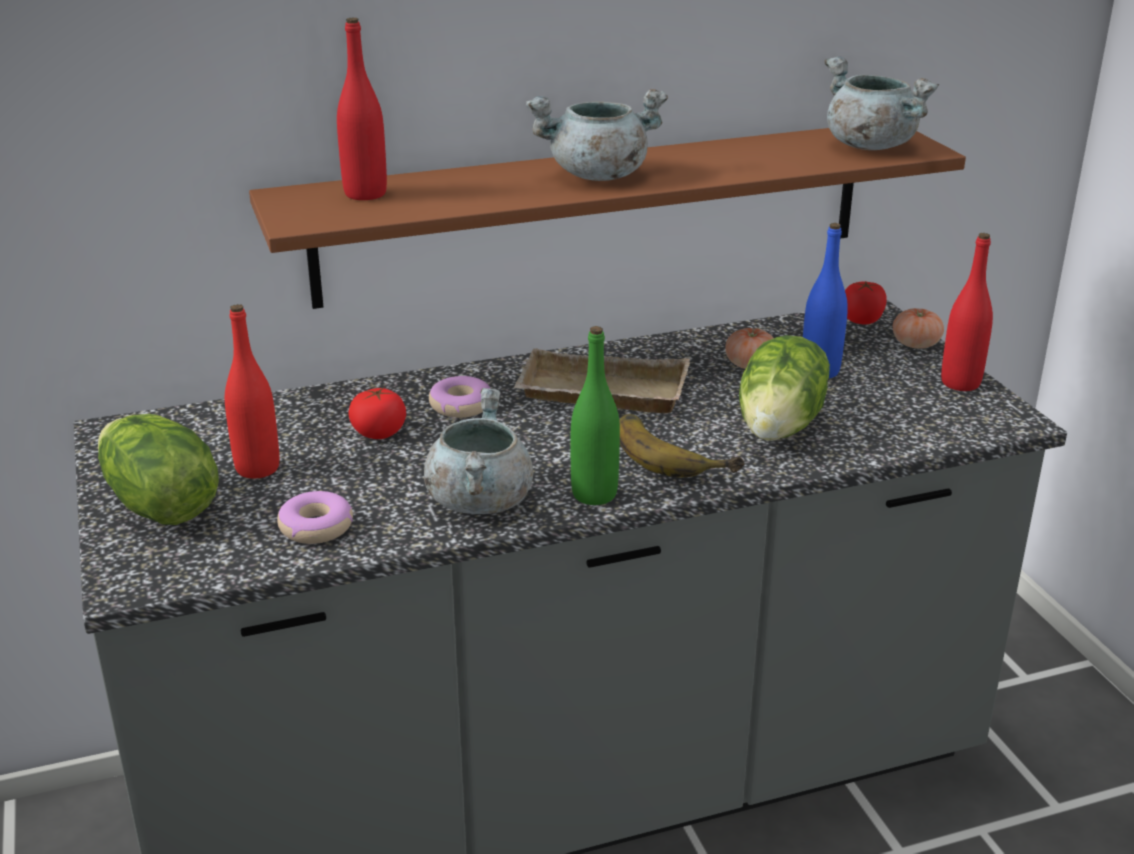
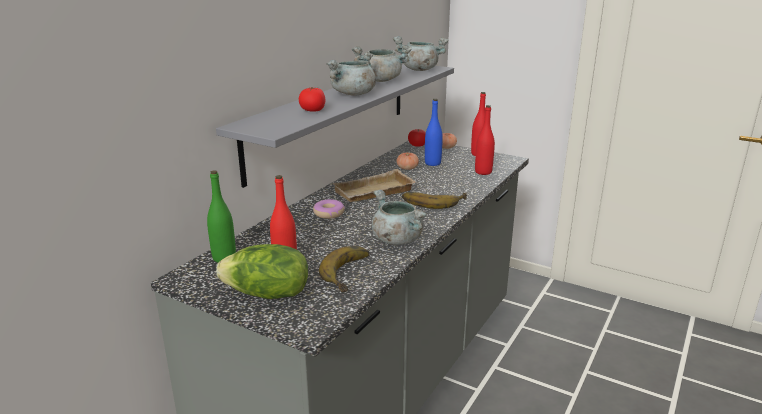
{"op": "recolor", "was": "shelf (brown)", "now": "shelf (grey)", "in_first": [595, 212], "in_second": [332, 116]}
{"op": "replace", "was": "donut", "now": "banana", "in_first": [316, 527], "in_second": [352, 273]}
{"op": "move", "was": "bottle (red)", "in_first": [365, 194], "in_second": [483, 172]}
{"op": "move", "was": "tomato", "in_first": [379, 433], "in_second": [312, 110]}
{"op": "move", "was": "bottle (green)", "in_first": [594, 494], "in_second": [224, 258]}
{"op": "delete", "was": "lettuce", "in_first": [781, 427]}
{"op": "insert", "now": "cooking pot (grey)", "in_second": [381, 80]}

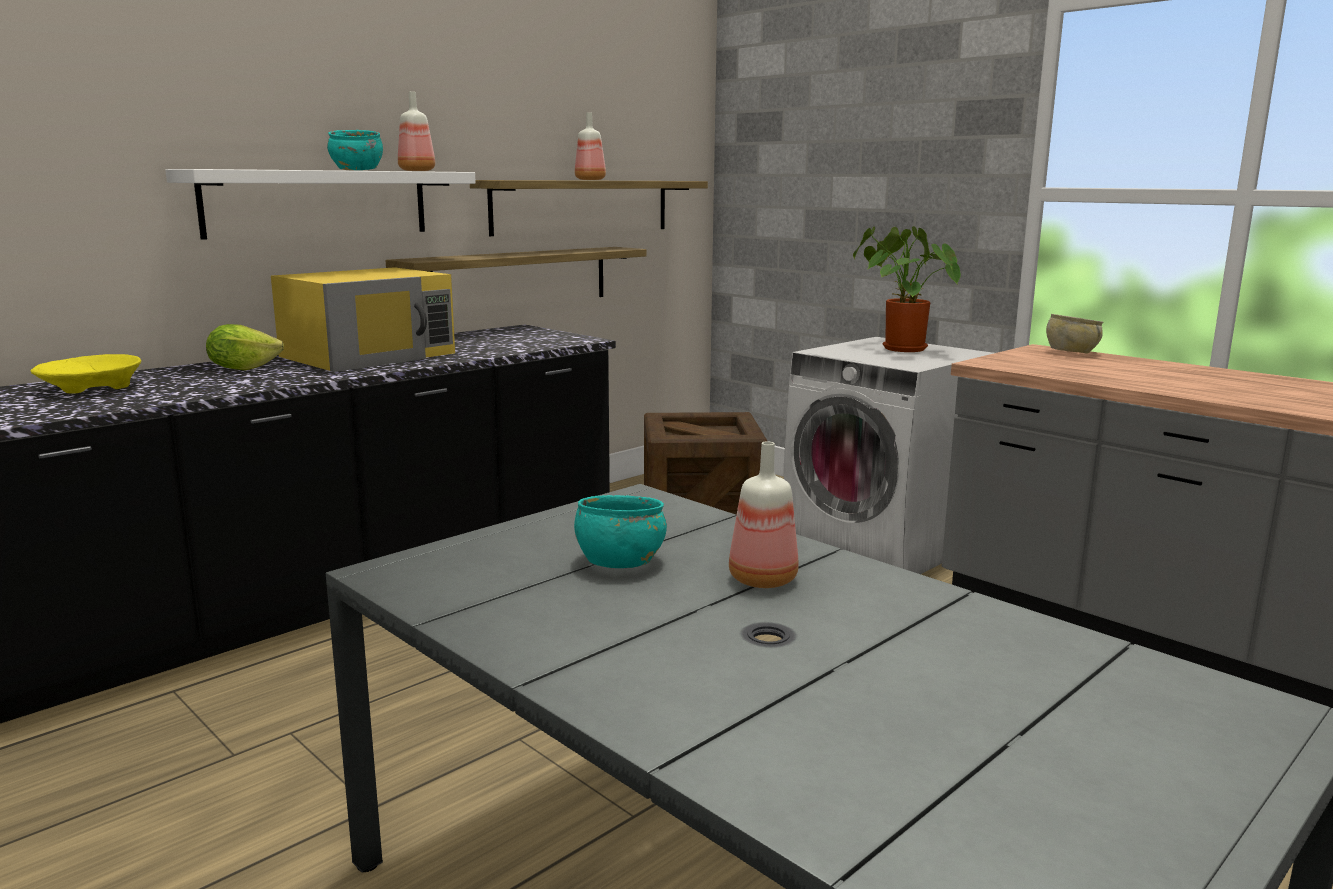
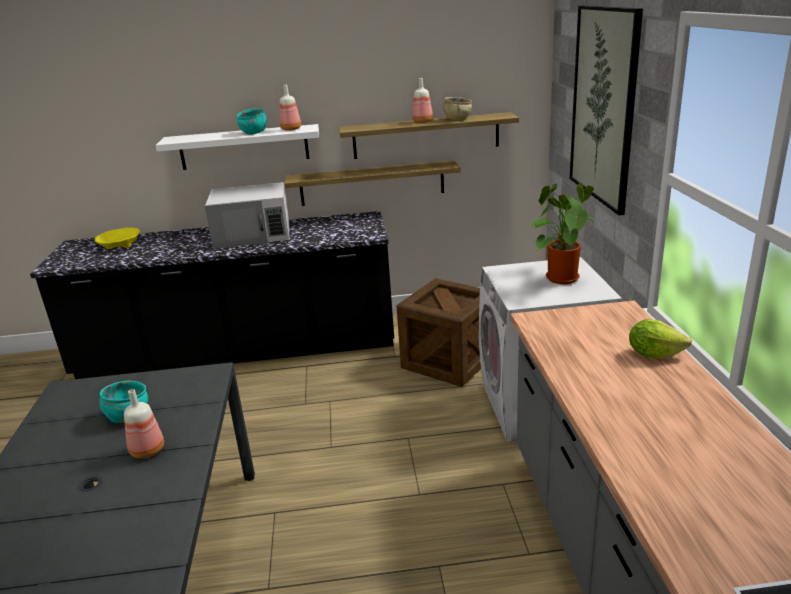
{"op": "move", "was": "lettuce", "in_first": [242, 368], "in_second": [654, 354]}
{"op": "recolor", "was": "microwave (yellow)", "now": "microwave (white)", "in_first": [370, 355], "in_second": [253, 234]}
{"op": "move", "was": "bowl (beige)", "in_first": [1071, 352], "in_second": [457, 119]}
{"op": "insert", "now": "picture", "in_second": [603, 106]}

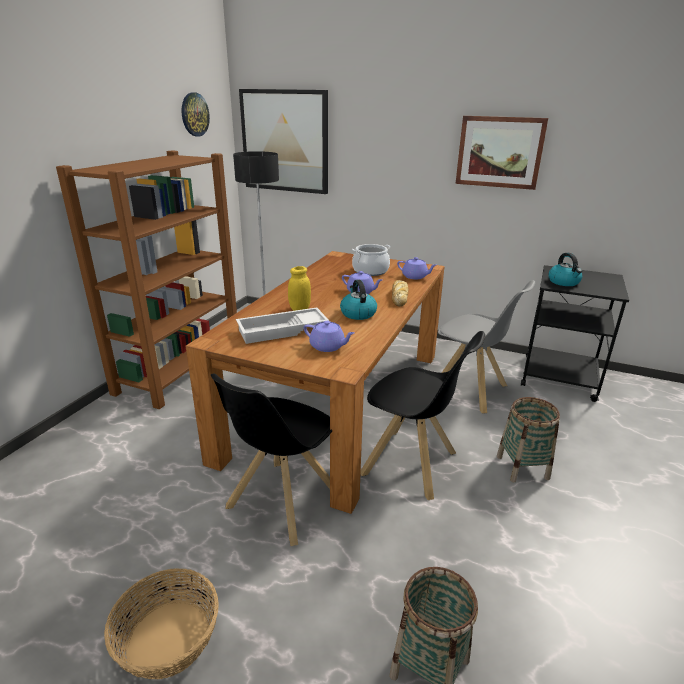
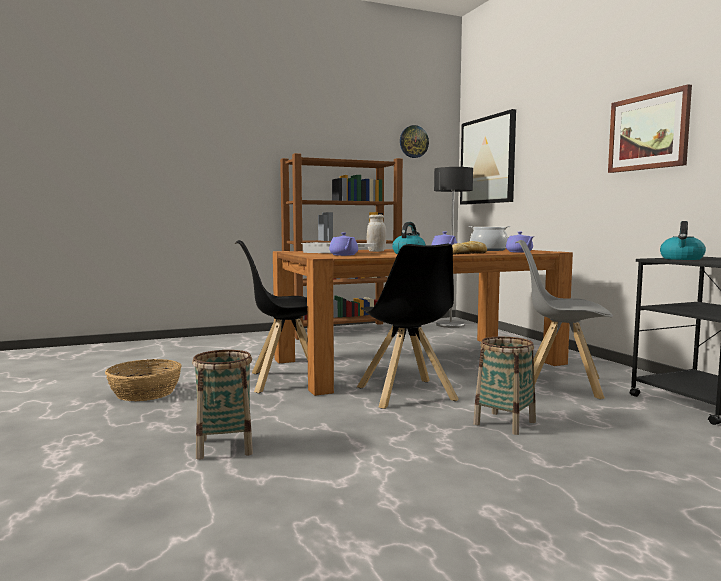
{"op": "recolor", "was": "jar (yellow)", "now": "jar (white)", "in_first": [300, 309], "in_second": [376, 251]}
{"op": "rotate", "was": "chair (grey)", "in_first": [470, 390], "in_second": [559, 384], "clockwise": 120}

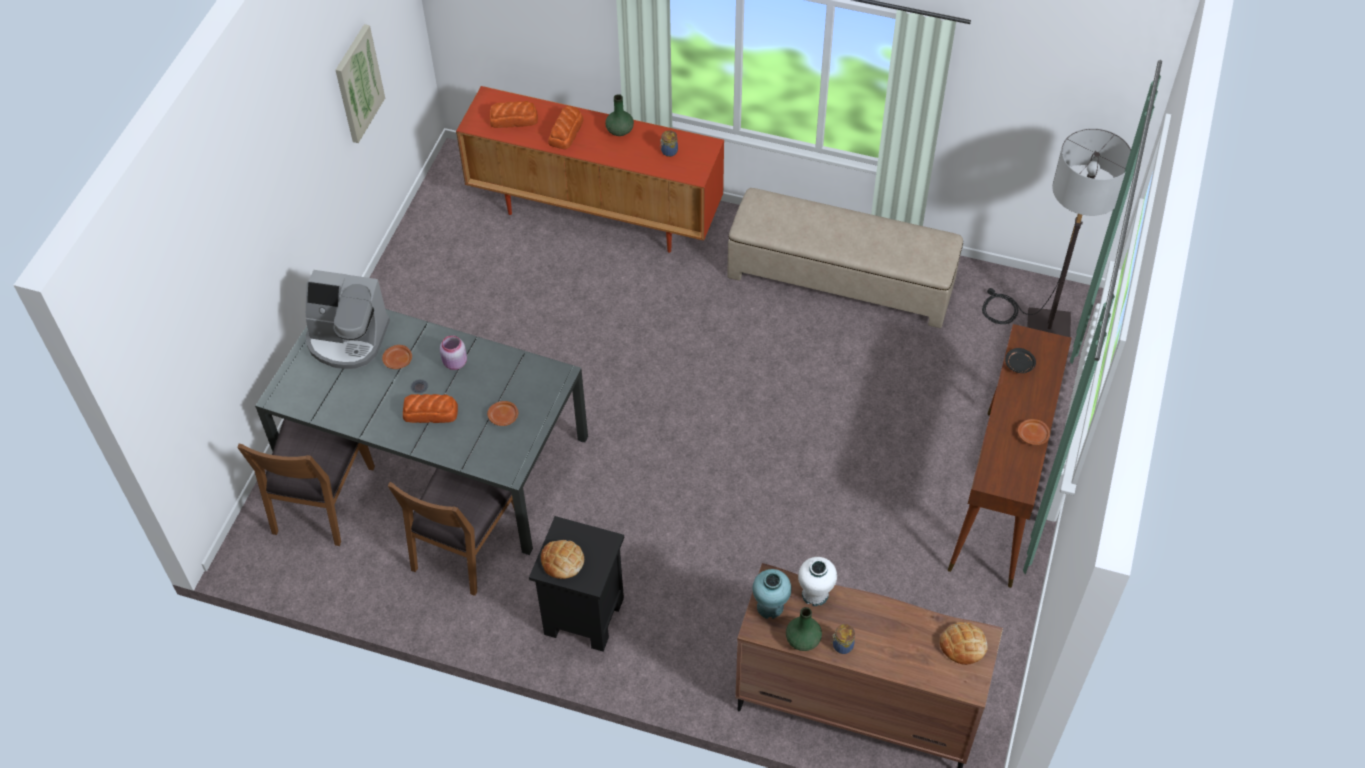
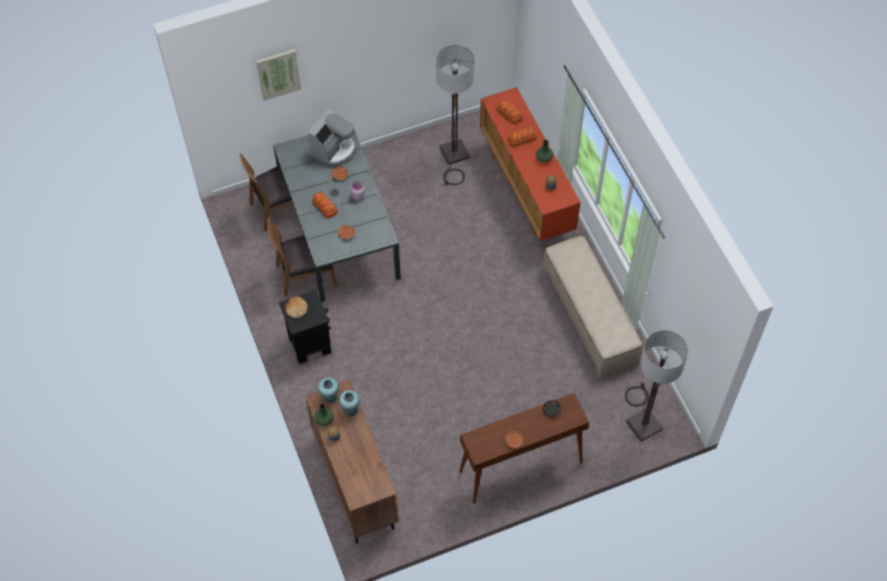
{"op": "rotate", "was": "coffee machine", "in_first": [347, 339], "in_second": [334, 149], "clockwise": -120}
{"op": "move", "was": "picture", "in_first": [358, 83], "in_second": [278, 73]}
{"op": "recolor", "was": "vase (white)", "now": "vase (turquoise)", "in_first": [815, 594], "in_second": [351, 409]}
{"op": "delete", "was": "bread", "in_first": [963, 645]}
{"op": "insert", "now": "floor lamp", "in_second": [454, 160]}

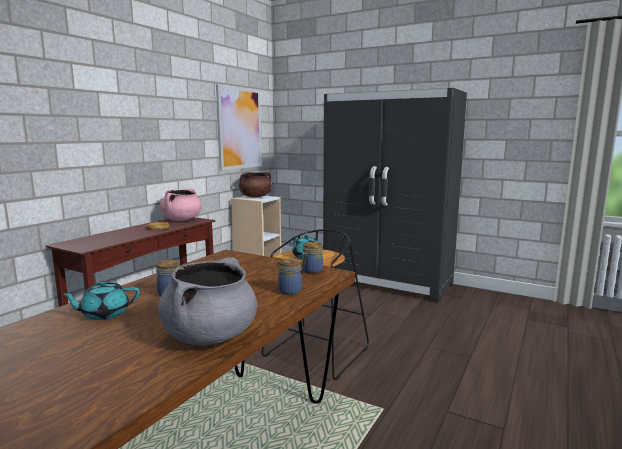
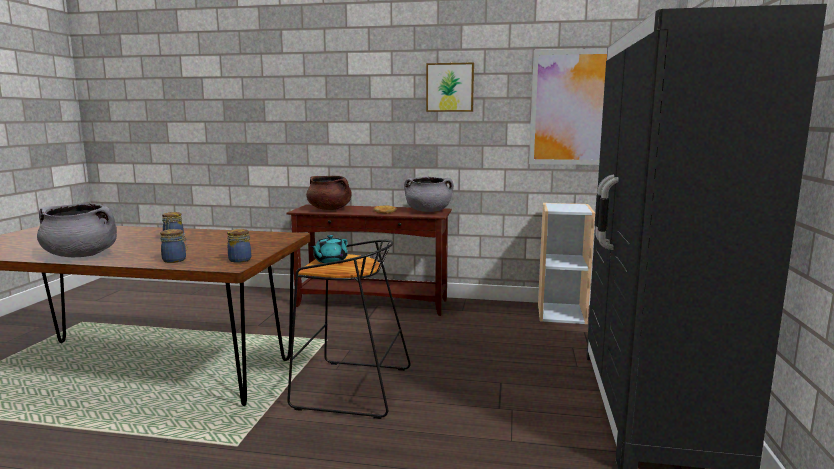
{"op": "delete", "was": "teapot (turquoise)", "in_first": [104, 314]}
{"op": "recolor", "was": "cooking pot (pink)", "now": "cooking pot (grey)", "in_first": [182, 220], "in_second": [428, 211]}
{"op": "move", "was": "cooking pot (brown)", "in_first": [255, 196], "in_second": [330, 209]}
{"op": "insert", "now": "picture", "in_second": [450, 87]}

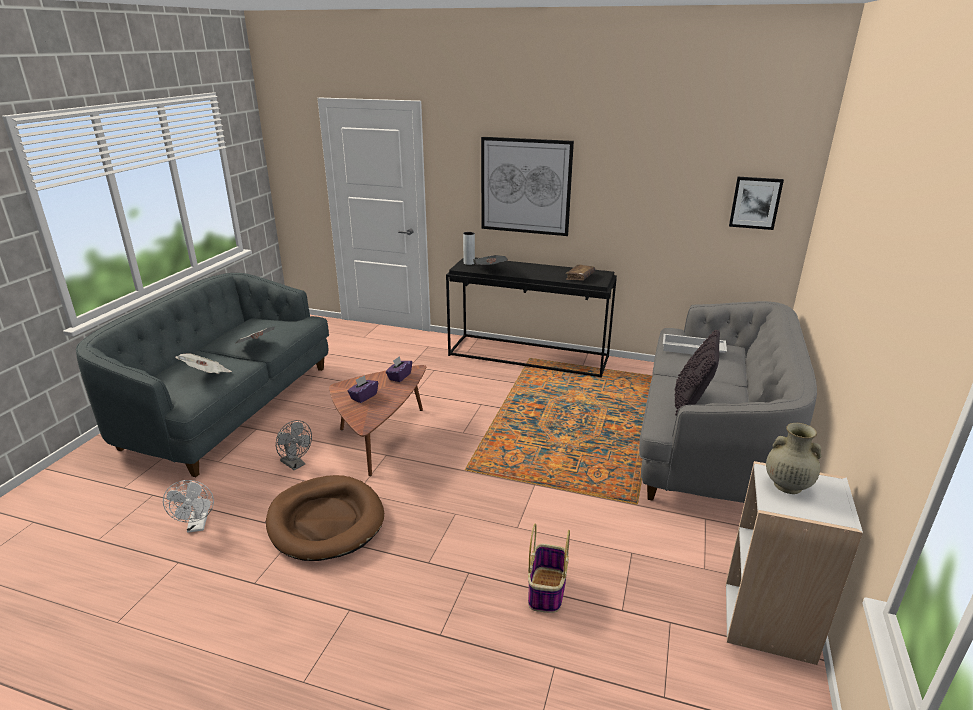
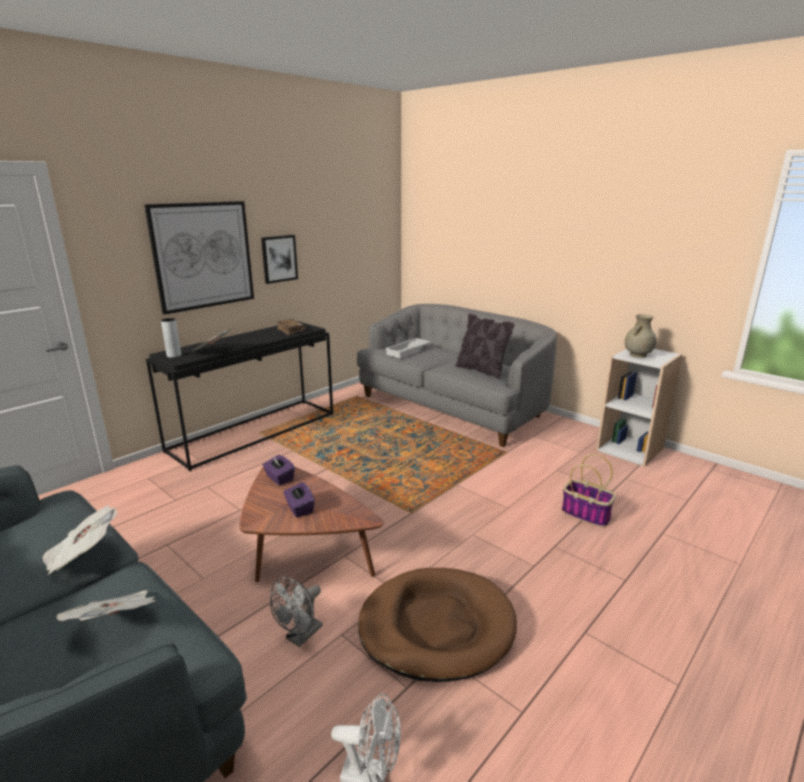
{"op": "rotate", "was": "fan (grey)", "in_first": [295, 464], "in_second": [300, 637], "clockwise": 150}
{"op": "move", "was": "picture", "in_first": [755, 203], "in_second": [279, 258]}

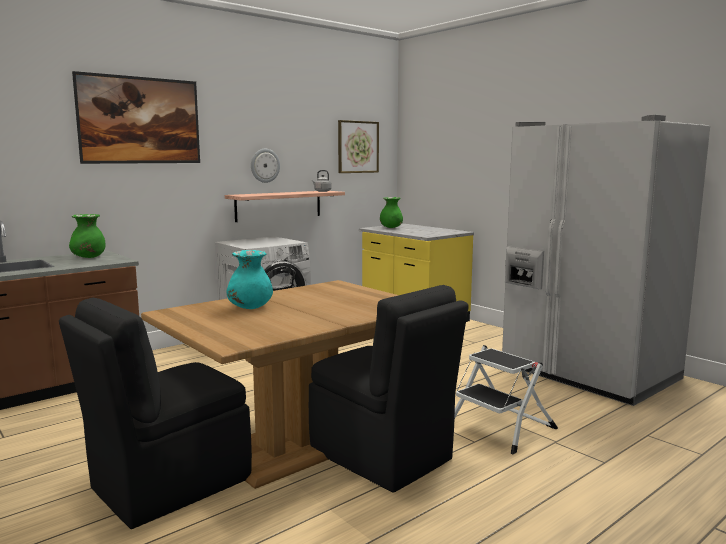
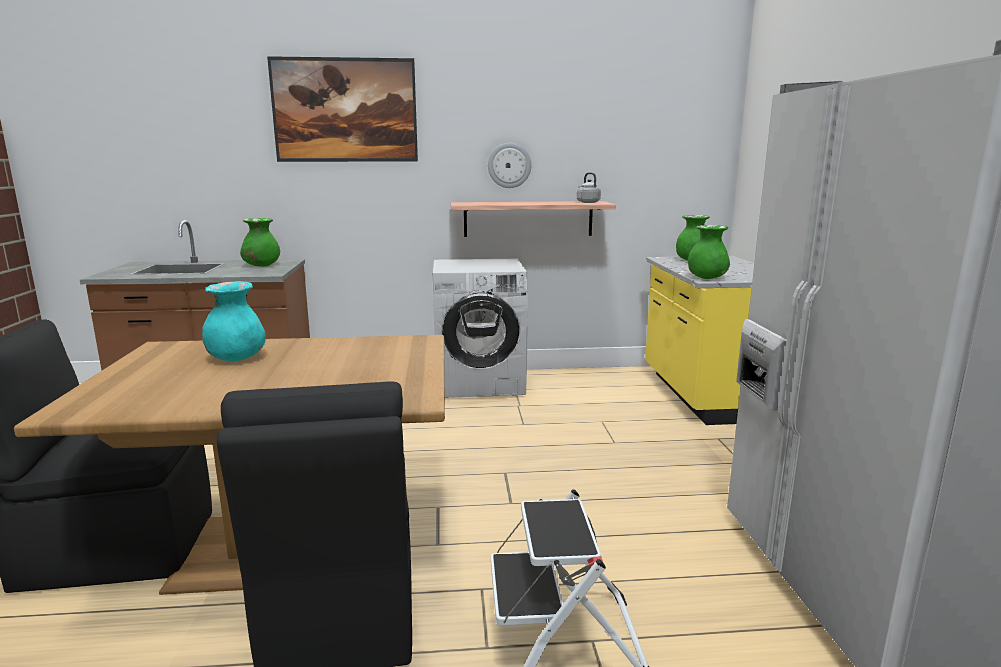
{"op": "delete", "was": "picture", "in_first": [358, 147]}
{"op": "insert", "now": "vase (green)", "in_second": [707, 278]}

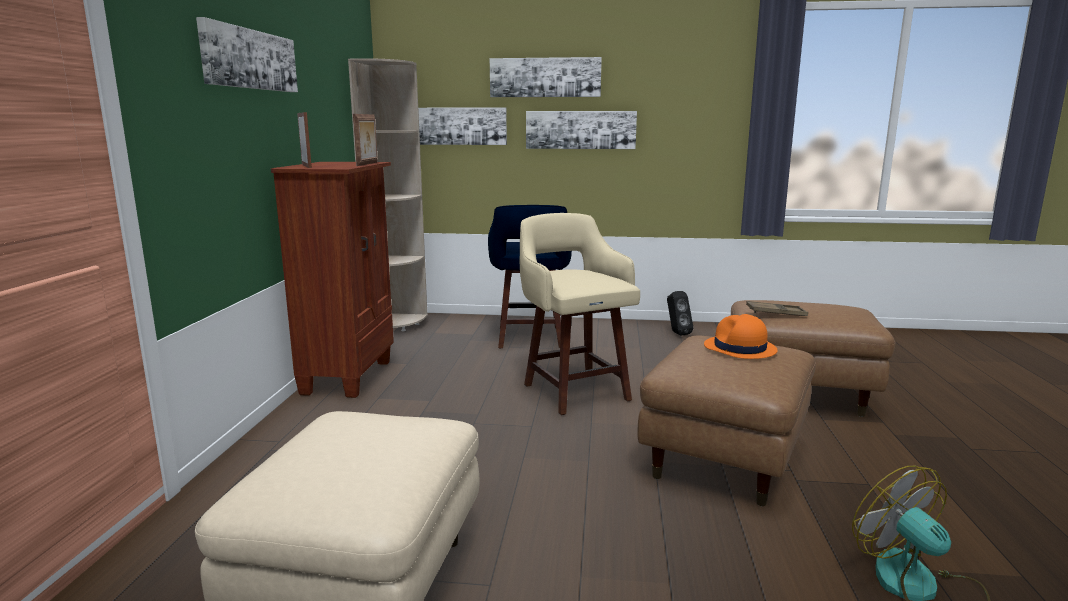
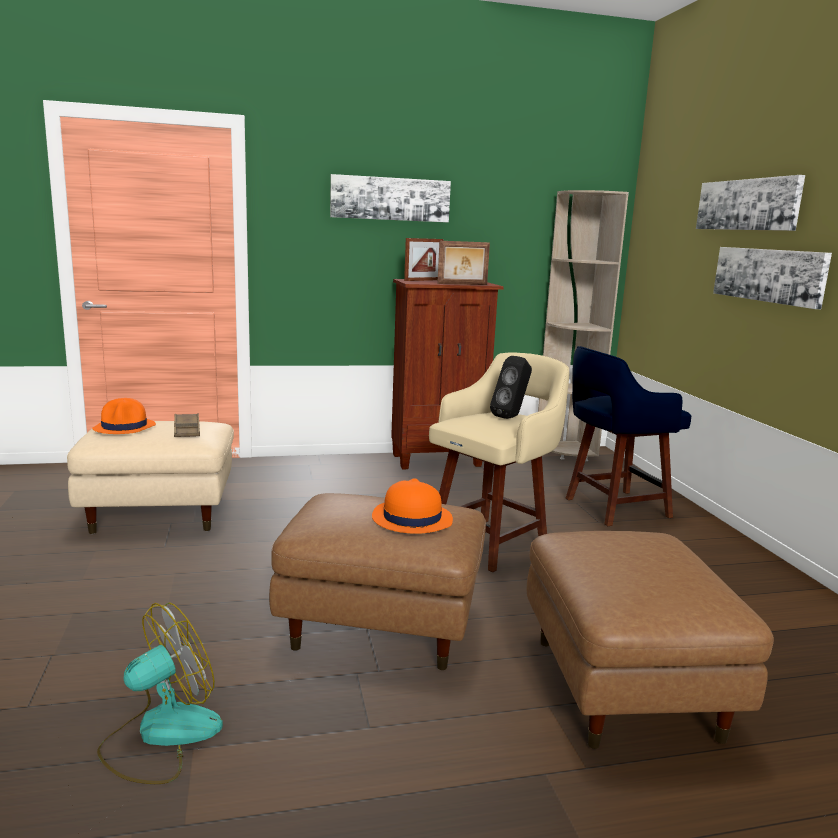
{"op": "delete", "was": "picture", "in_first": [453, 126]}
{"op": "move", "was": "speaker (black)", "in_first": [676, 333], "in_second": [511, 417]}
{"op": "move", "was": "tray (brown)", "in_first": [776, 313], "in_second": [187, 429]}
{"op": "insert", "now": "hat (orange)", "in_second": [125, 427]}

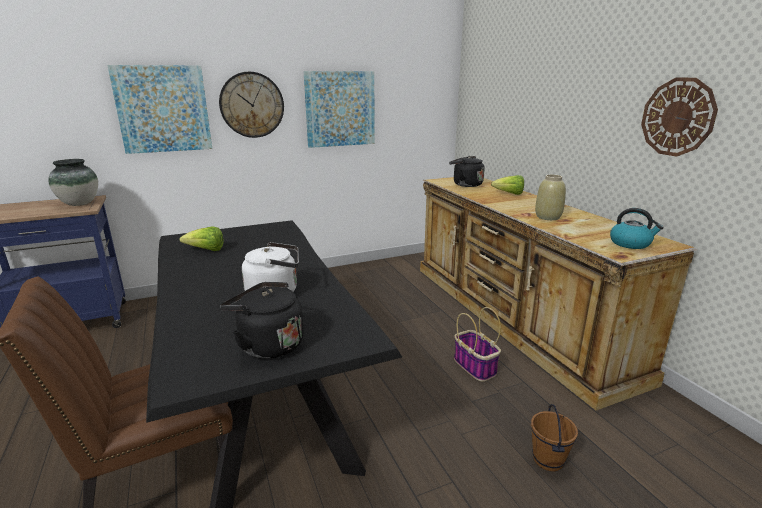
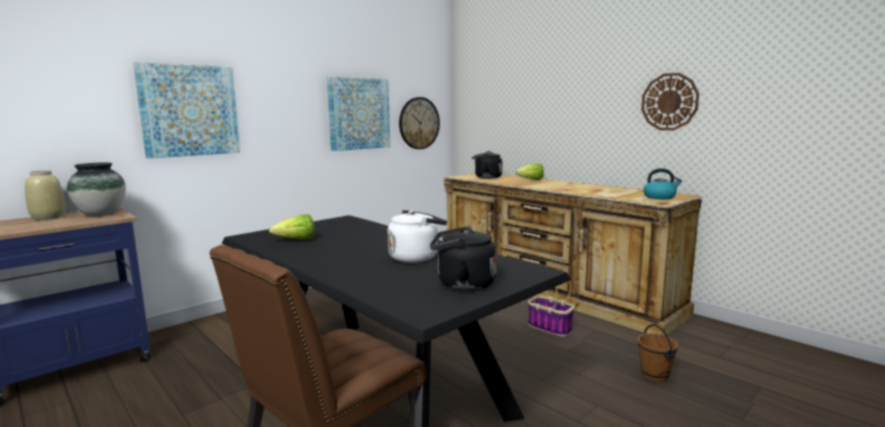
{"op": "move", "was": "wall clock", "in_first": [252, 105], "in_second": [419, 123]}
{"op": "move", "was": "vase (beige)", "in_first": [547, 217], "in_second": [47, 217]}

